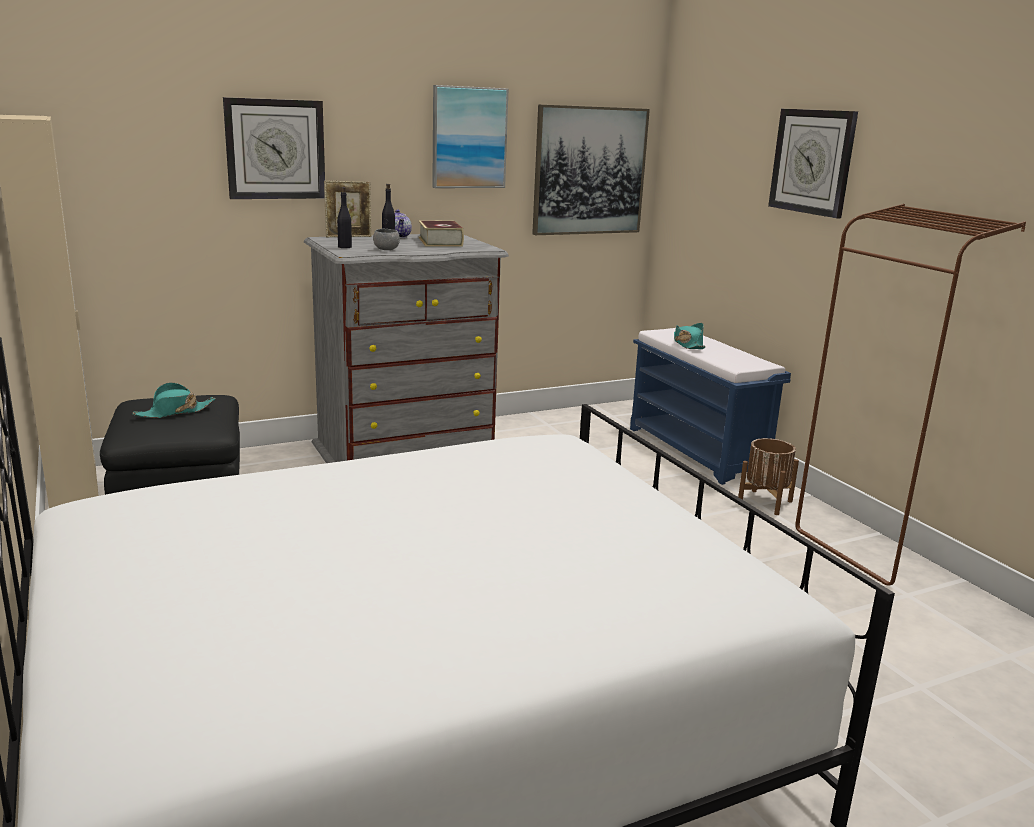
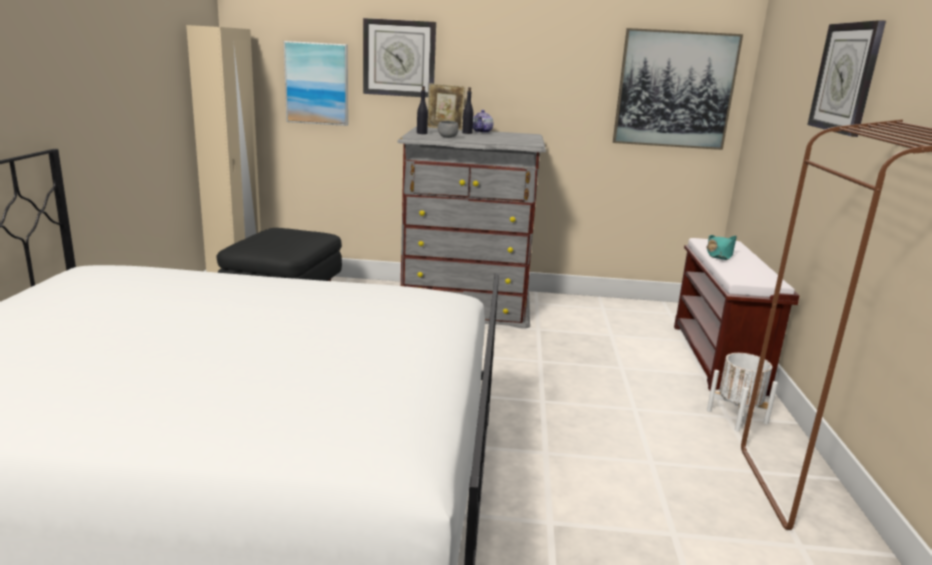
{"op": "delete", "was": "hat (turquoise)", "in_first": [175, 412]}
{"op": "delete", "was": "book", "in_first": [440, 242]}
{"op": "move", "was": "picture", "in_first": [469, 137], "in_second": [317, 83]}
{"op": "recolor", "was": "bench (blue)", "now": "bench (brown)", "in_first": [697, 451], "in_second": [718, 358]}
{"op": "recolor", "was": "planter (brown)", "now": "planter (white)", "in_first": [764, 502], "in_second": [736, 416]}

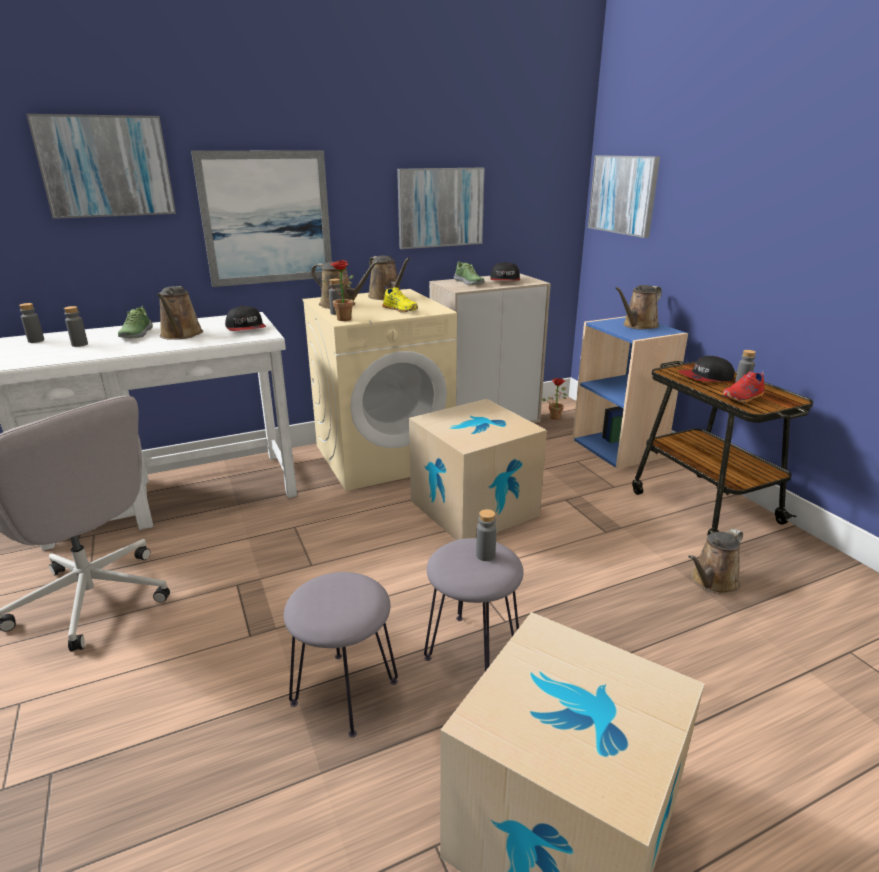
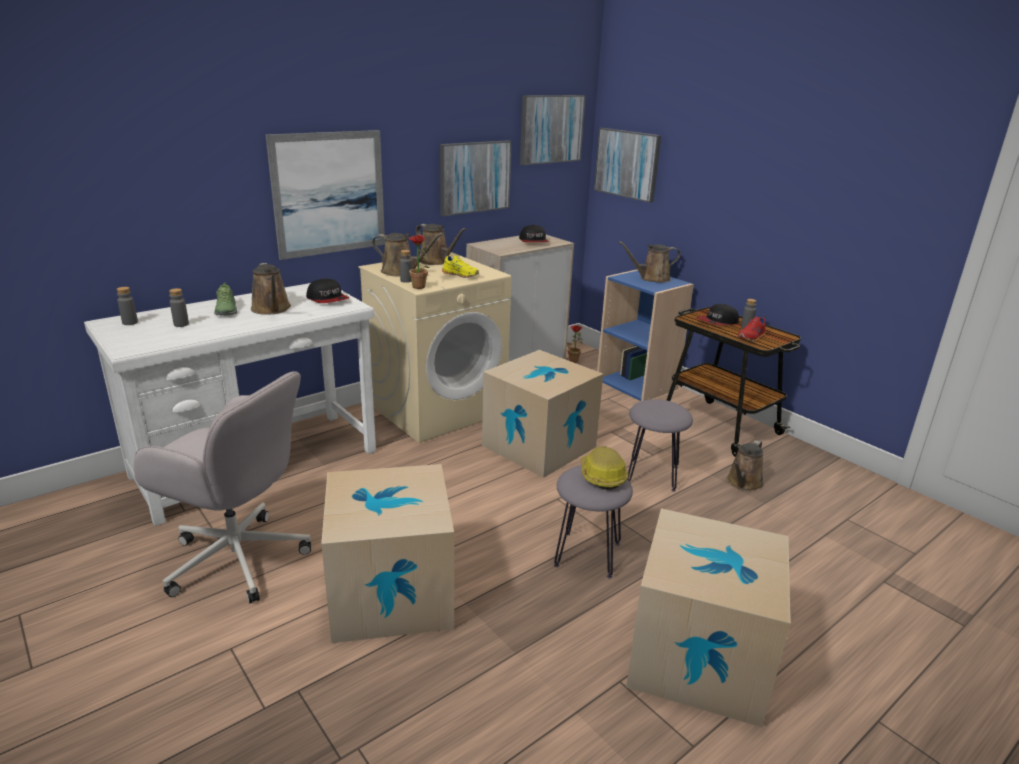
{"op": "move", "was": "picture", "in_first": [106, 166], "in_second": [551, 129]}
{"op": "move", "was": "stool (grey)", "in_first": [345, 692], "in_second": [652, 474]}
{"op": "delete", "was": "shoe", "in_first": [469, 283]}
{"op": "replace", "was": "bottle (grey)", "now": "hard hat", "in_first": [485, 555], "in_second": [601, 476]}
{"op": "rotate", "was": "watering can (brown)", "in_first": [638, 326], "in_second": [652, 278], "clockwise": 45}
{"op": "insert", "now": "cardboard box", "in_second": [391, 594]}

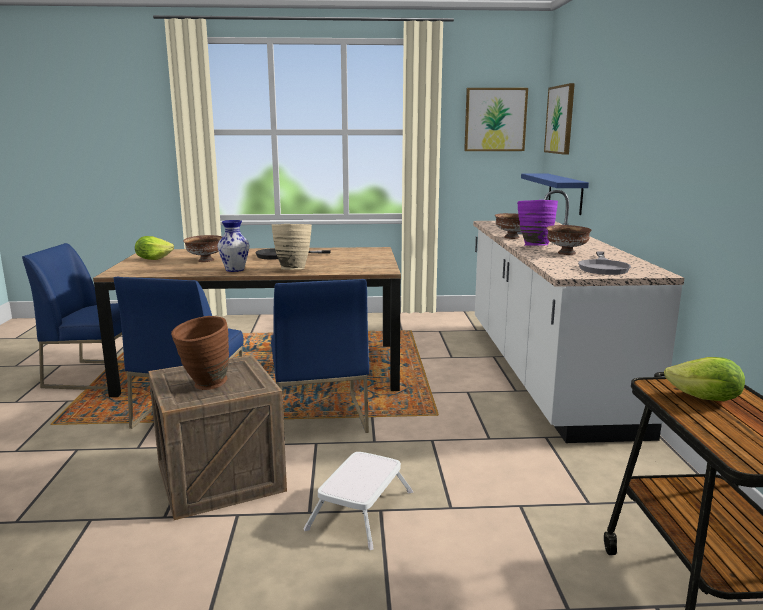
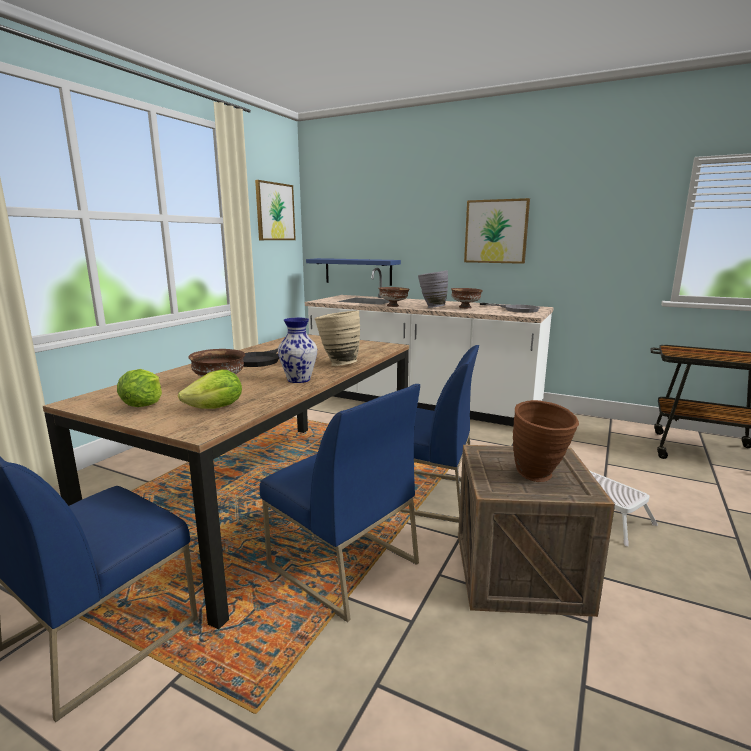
{"op": "recolor", "was": "vase (purple)", "now": "vase (grey)", "in_first": [533, 246], "in_second": [431, 307]}
{"op": "move", "was": "picture", "in_first": [560, 119], "in_second": [496, 231]}
{"op": "move", "was": "lettuce", "in_first": [705, 399], "in_second": [216, 408]}

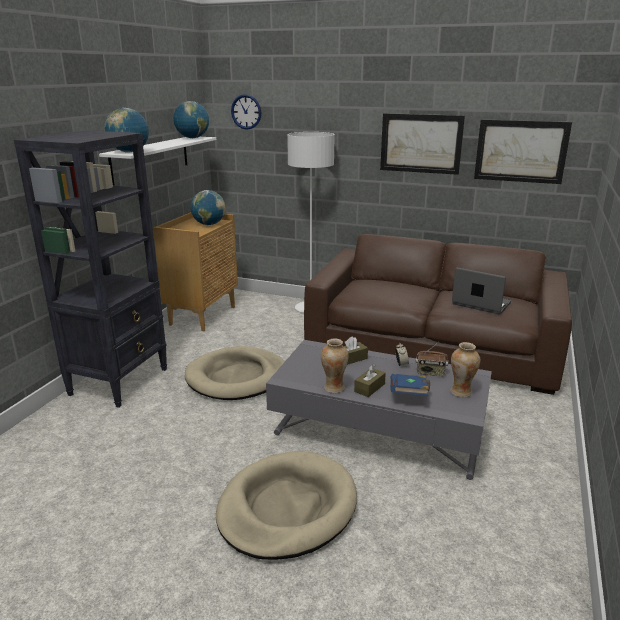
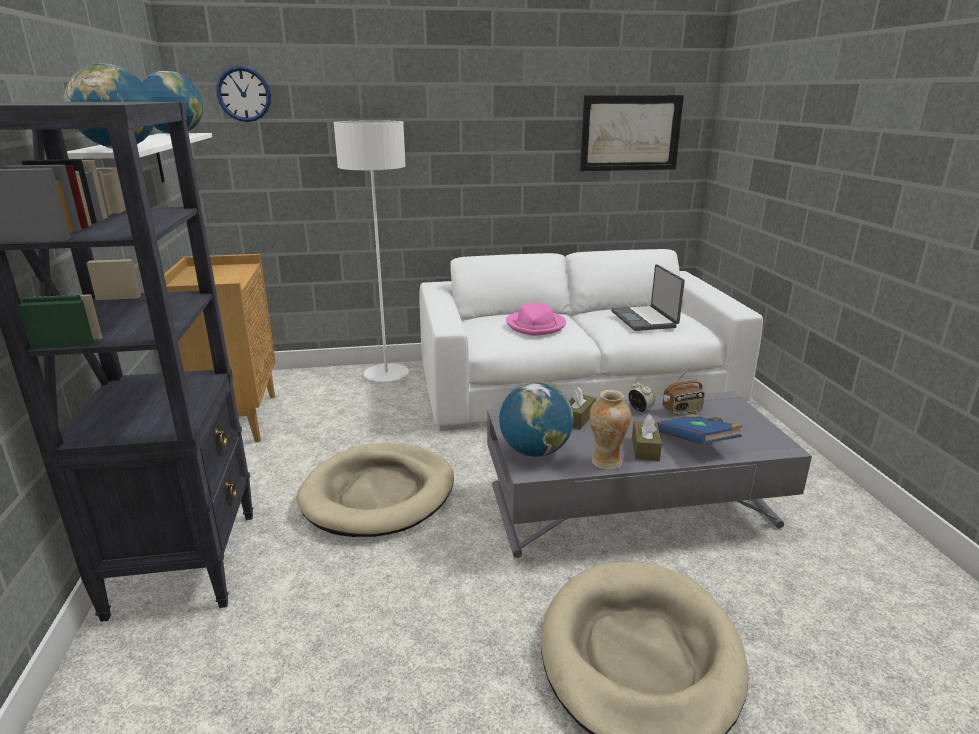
{"op": "move", "was": "globe", "in_first": [209, 224], "in_second": [535, 451]}
{"op": "recolor", "was": "sofa (brown)", "now": "sofa (white)", "in_first": [433, 344], "in_second": [573, 383]}
{"op": "delete", "was": "picture", "in_first": [421, 143]}
{"op": "delete", "was": "vase", "in_first": [461, 392]}
{"op": "rotate", "was": "laptop", "in_first": [480, 304], "in_second": [645, 319], "clockwise": -105}
{"op": "insert", "now": "hat (pink)", "in_second": [536, 325]}

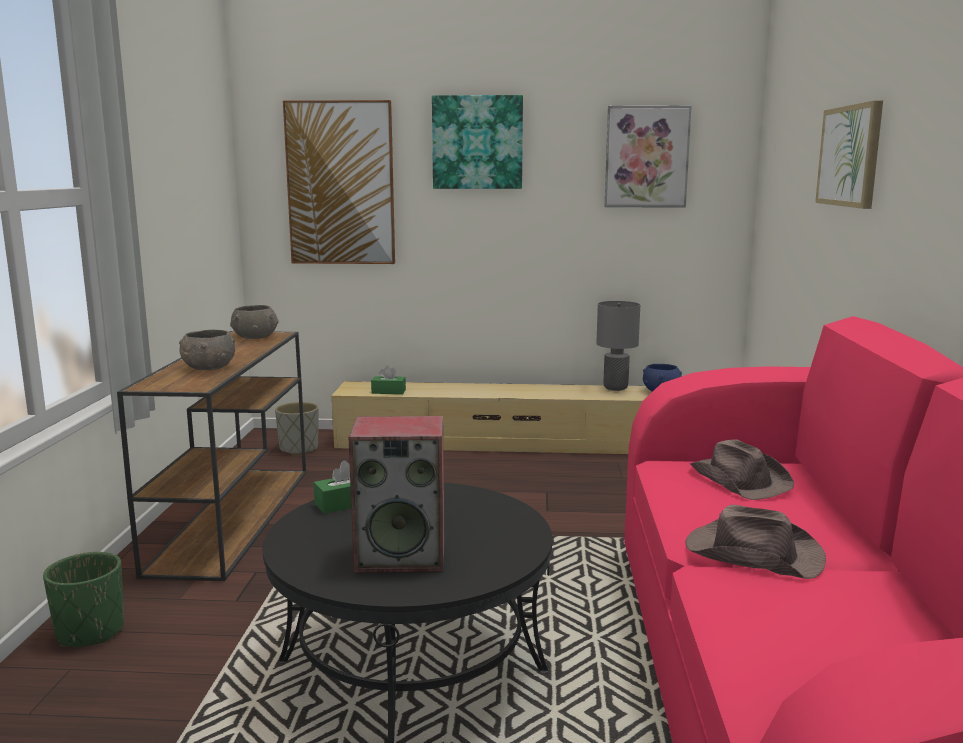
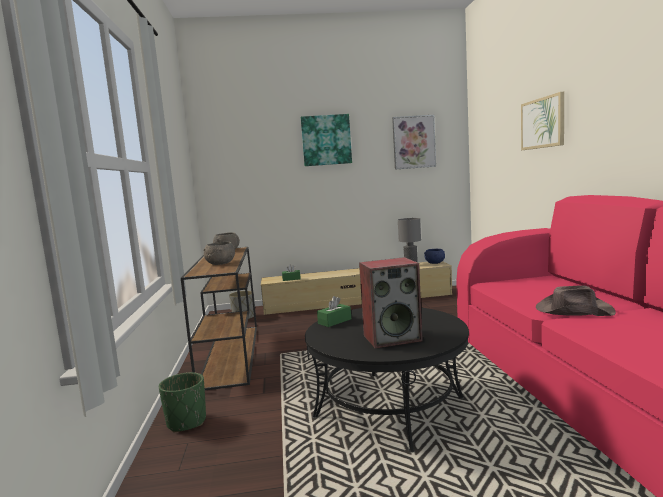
{"op": "delete", "was": "picture", "in_first": [340, 183]}
{"op": "delete", "was": "hat (brown)", "in_first": [739, 480]}

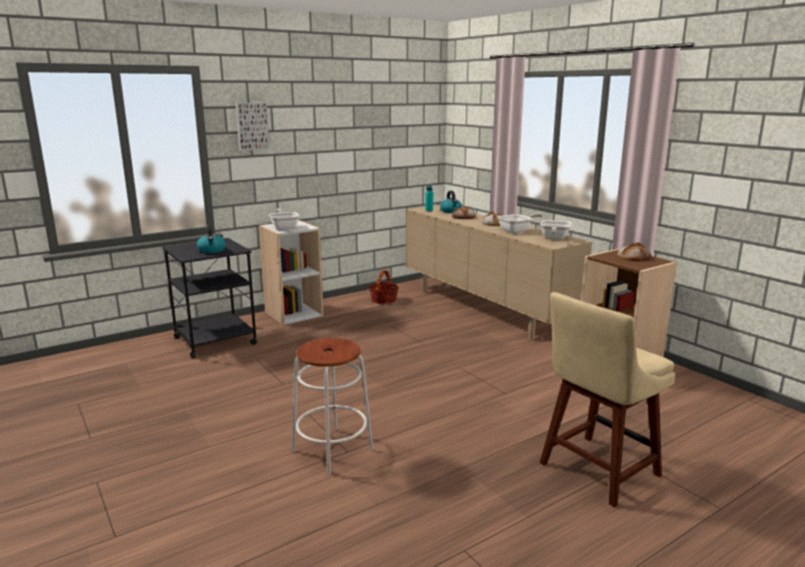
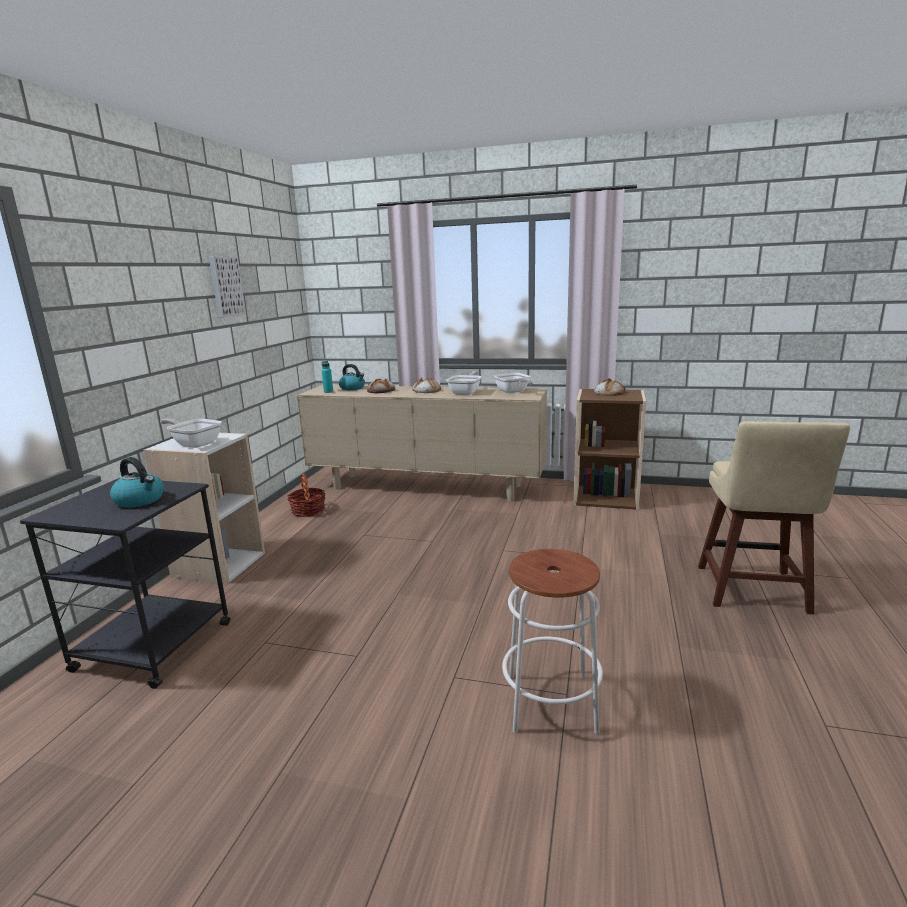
{"op": "move", "was": "picture", "in_first": [252, 126], "in_second": [225, 286]}

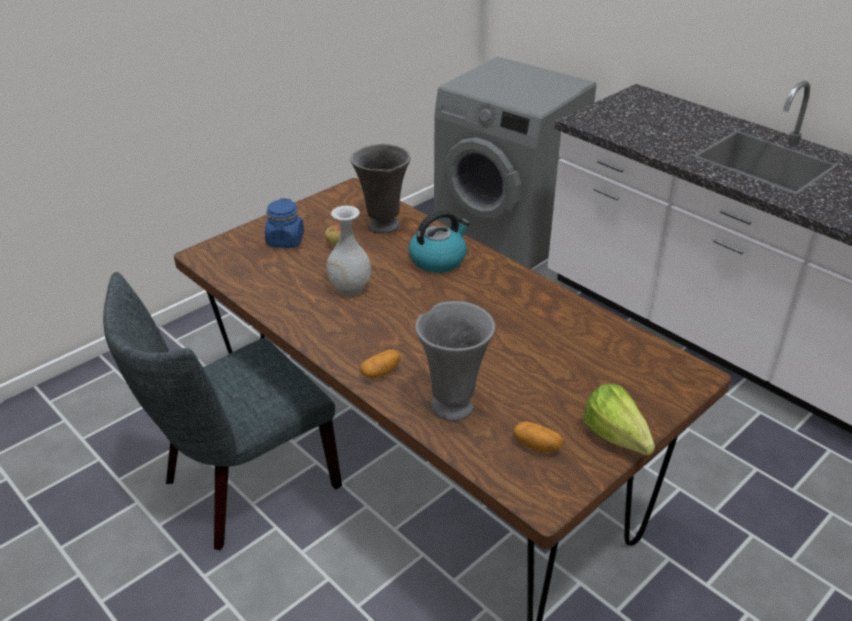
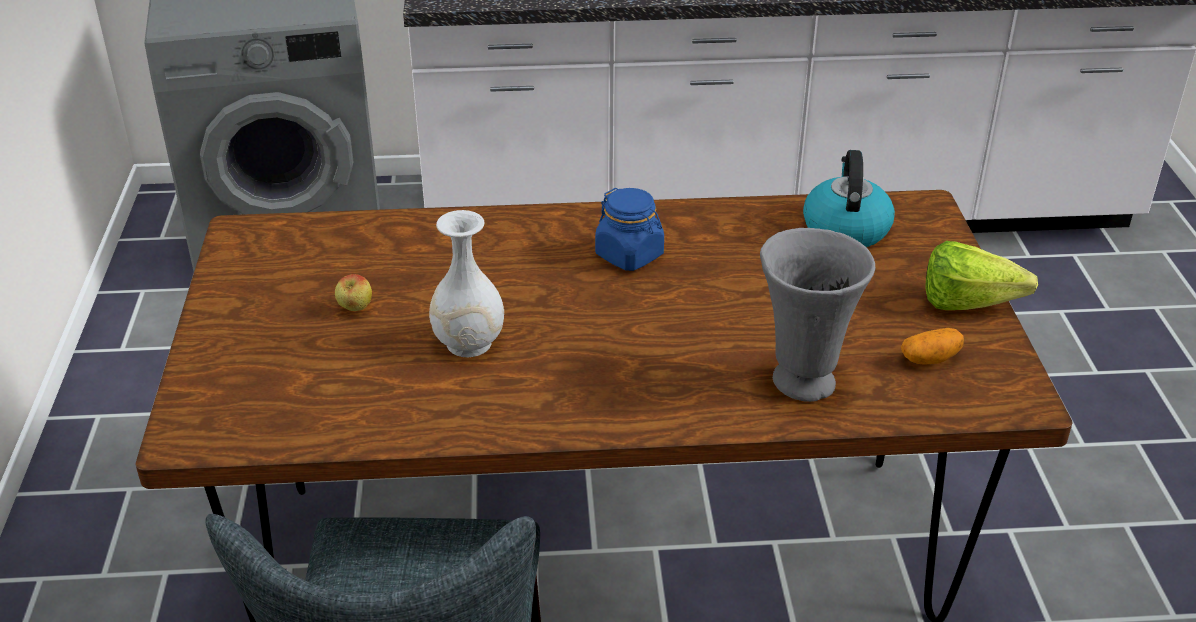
{"op": "move", "was": "jar (blue)", "in_first": [285, 241], "in_second": [629, 255]}
{"op": "delete", "was": "vase (grey)", "in_first": [382, 227]}
{"op": "delete", "was": "potato", "in_first": [380, 372]}
{"op": "move", "was": "kettle", "in_first": [438, 259], "in_second": [845, 228]}

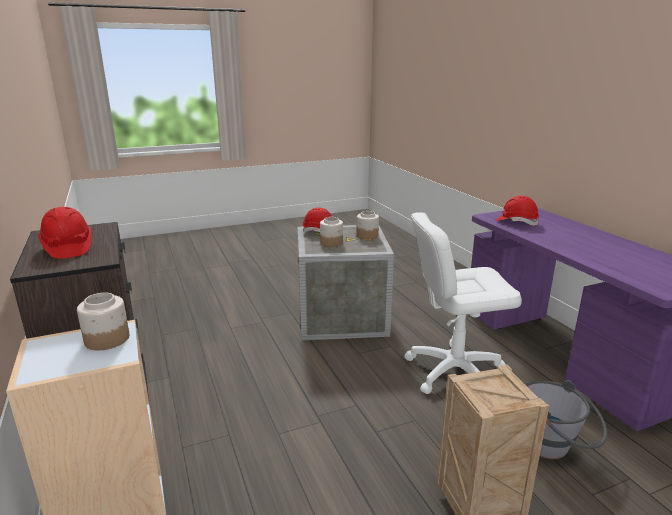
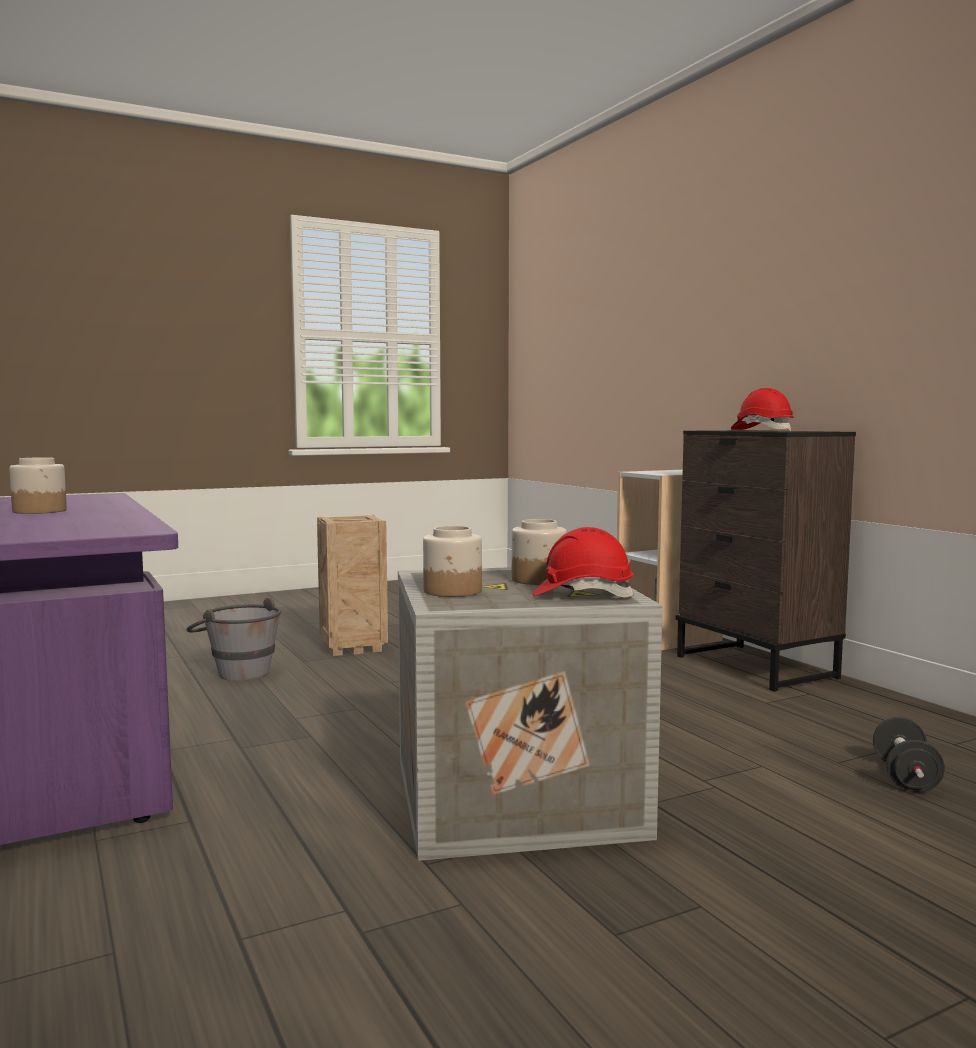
{"op": "move", "was": "jar", "in_first": [106, 339], "in_second": [40, 511]}
{"op": "delete", "was": "office chair (white)", "in_first": [454, 371]}
{"op": "delete", "was": "hard hat (red)", "in_first": [516, 222]}
{"op": "insert", "now": "dumbbell (black)", "in_second": [905, 777]}

